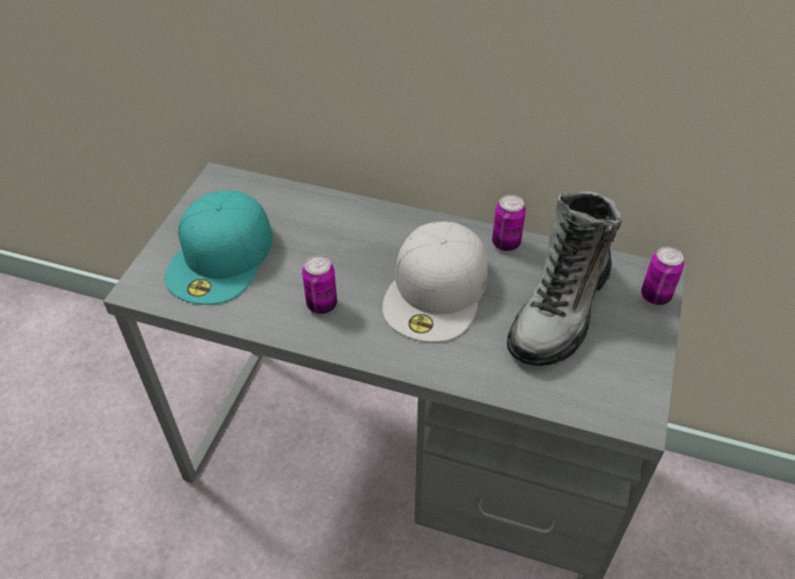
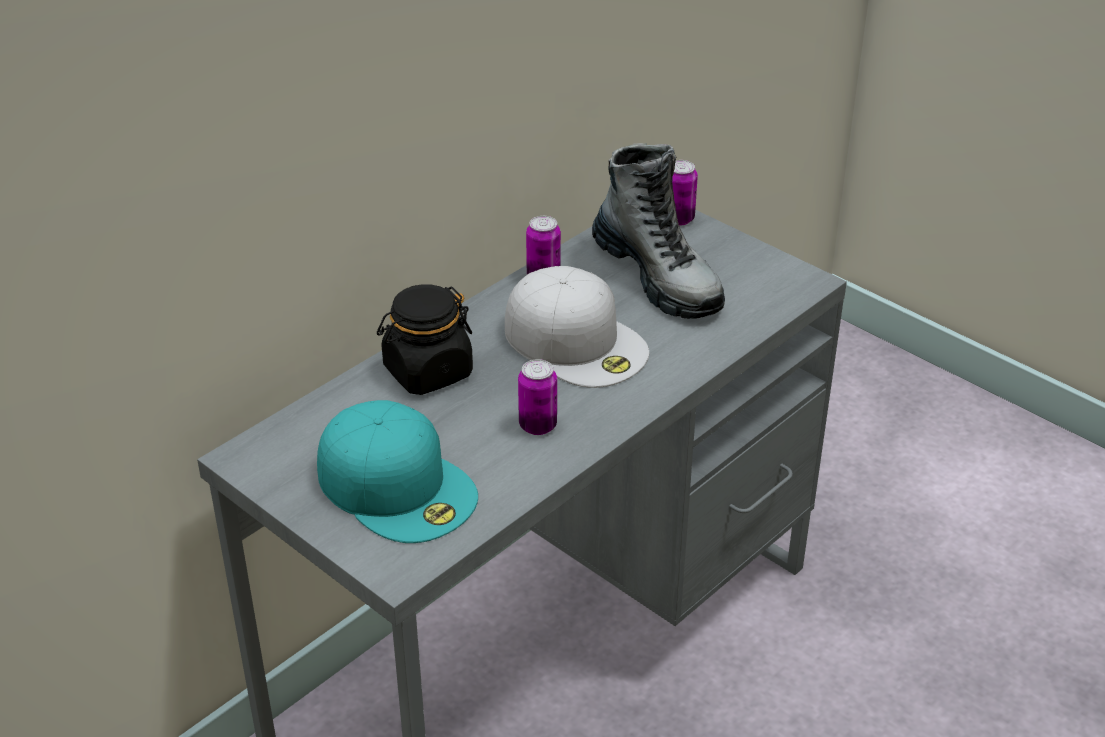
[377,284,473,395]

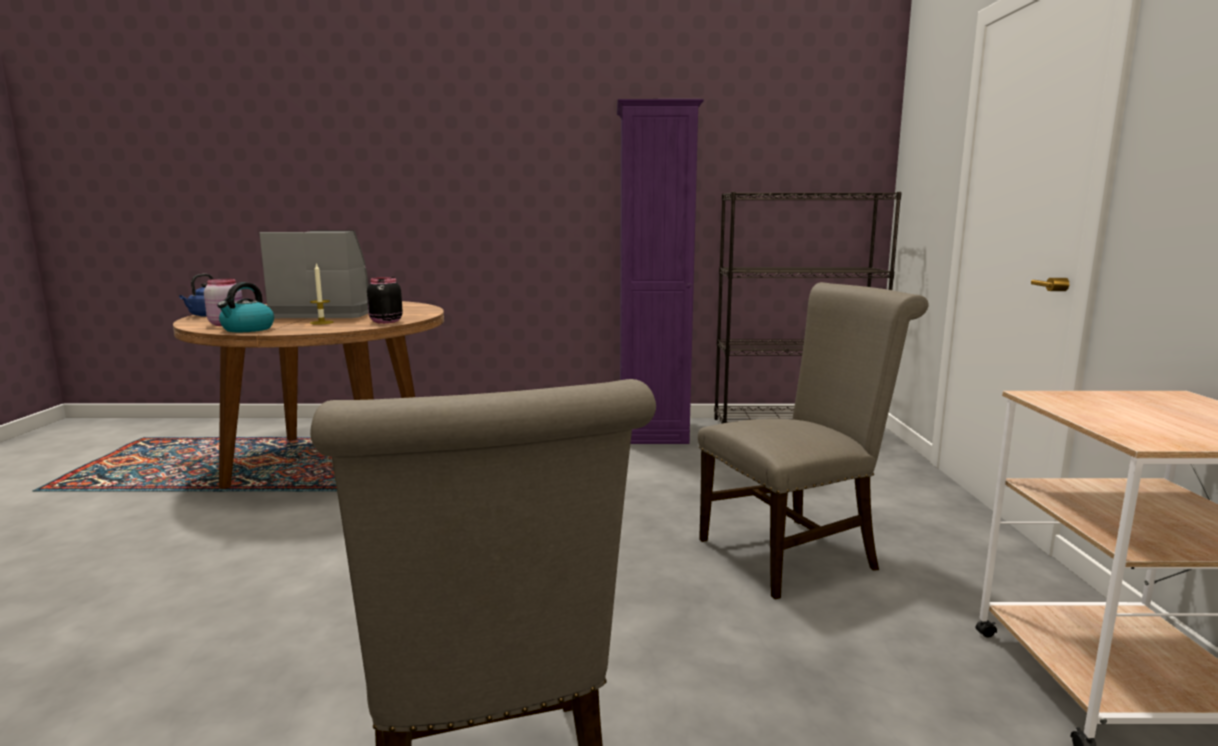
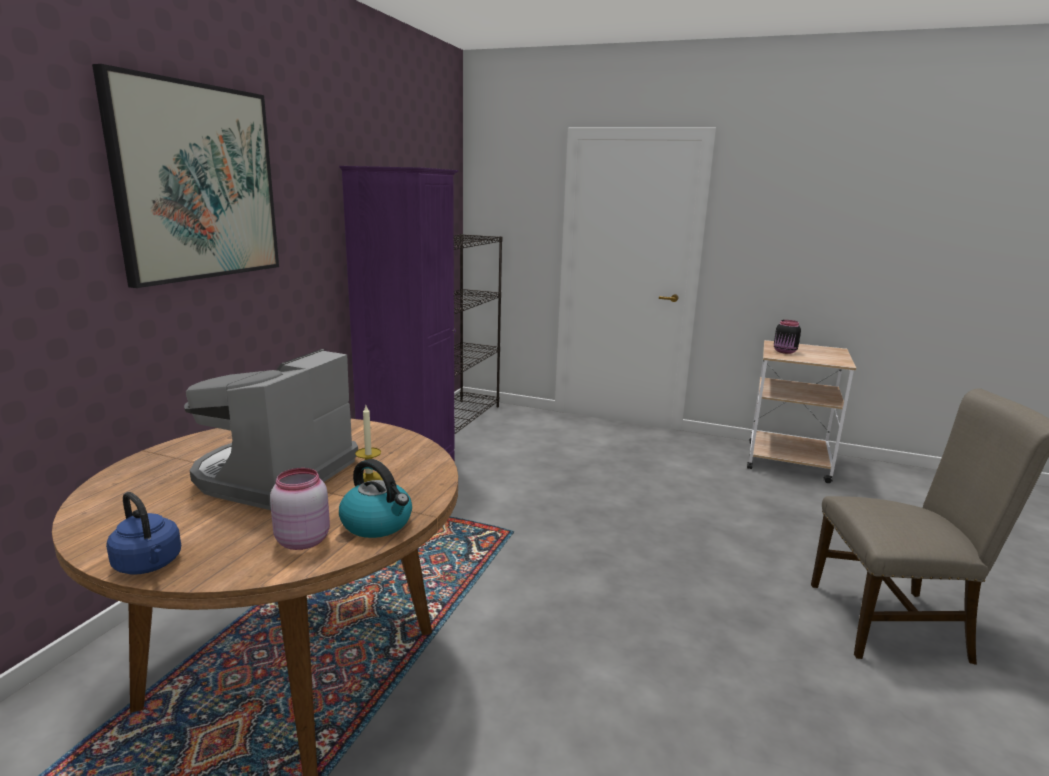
[698,282,929,600] (first image)
[92,64,279,288]
[774,320,801,354]

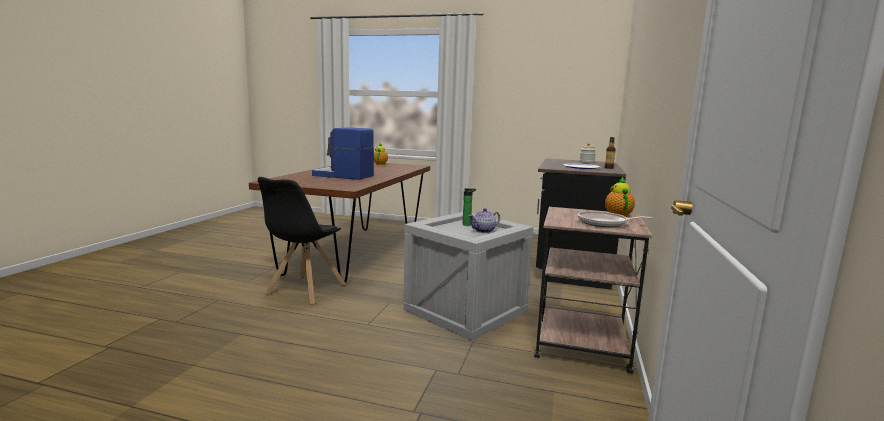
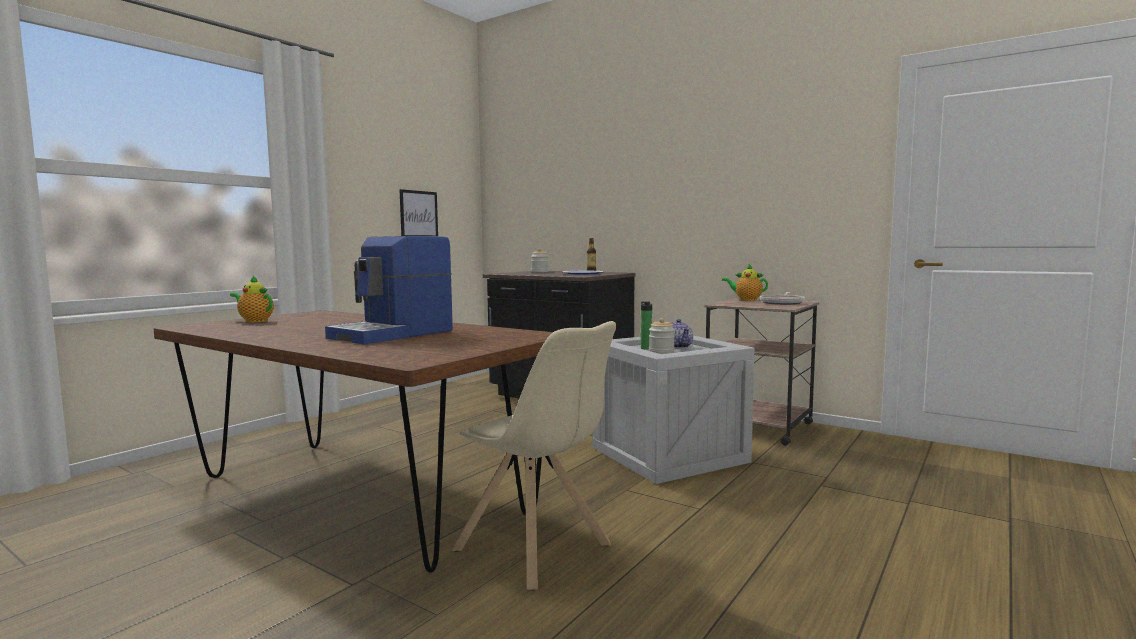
[399,189,438,236]
[649,318,675,354]
[452,321,616,590]

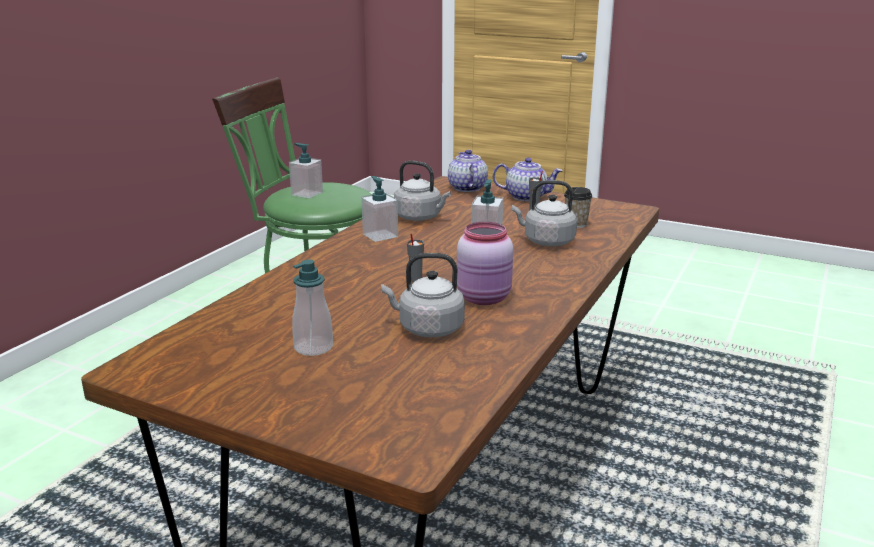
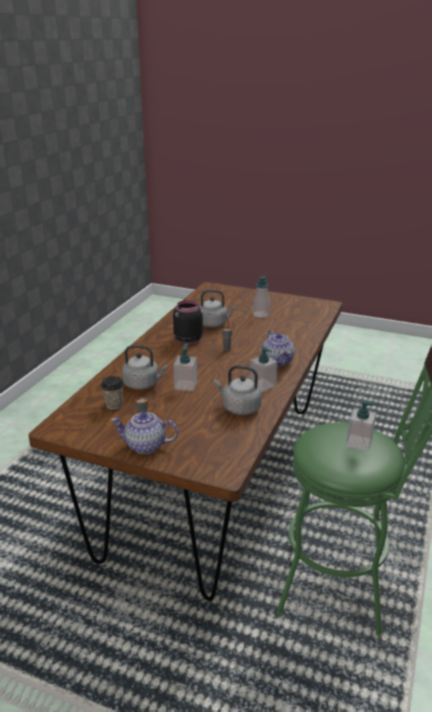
[262,330,295,366]
[173,300,203,344]

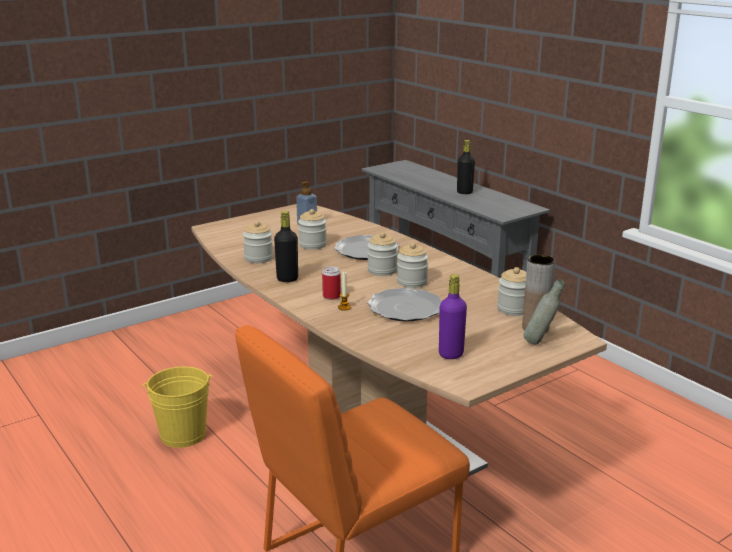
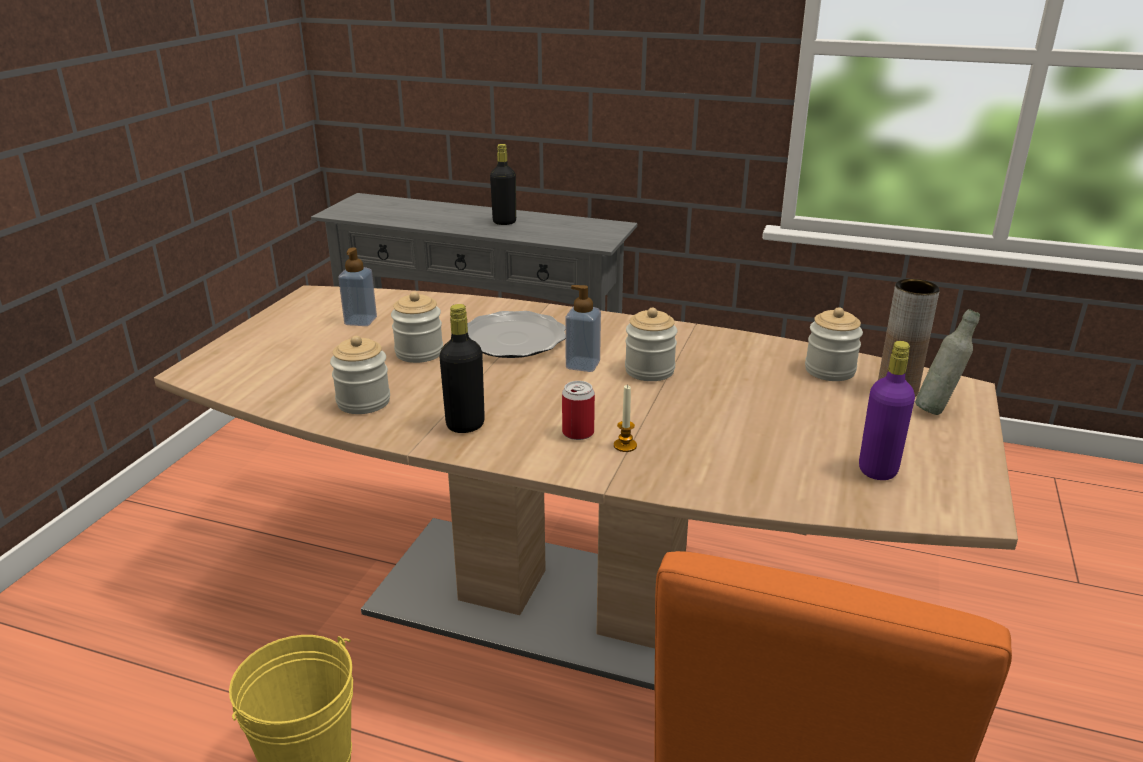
[367,288,442,321] (first image)
[565,285,601,372]

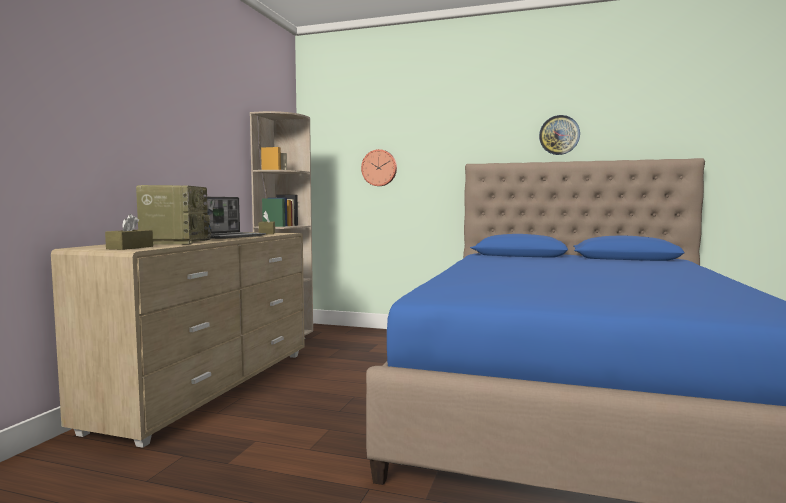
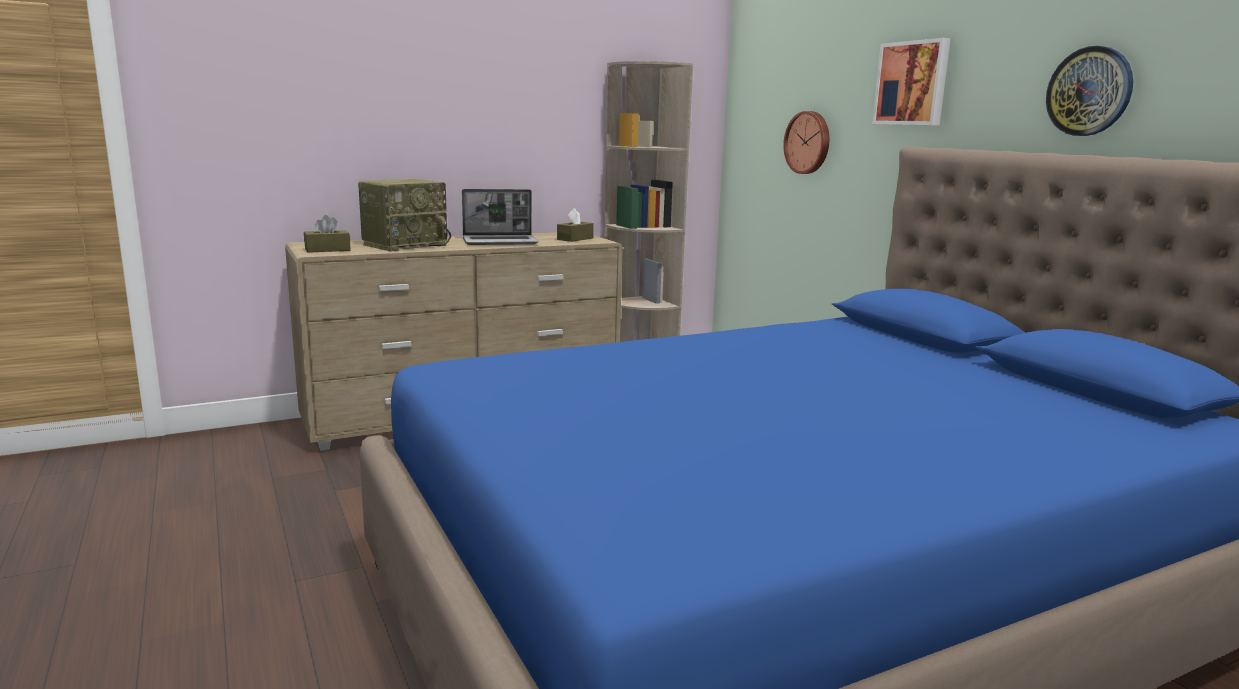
[872,38,951,125]

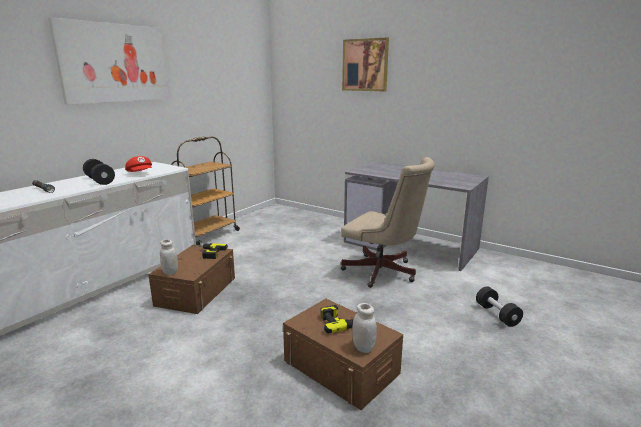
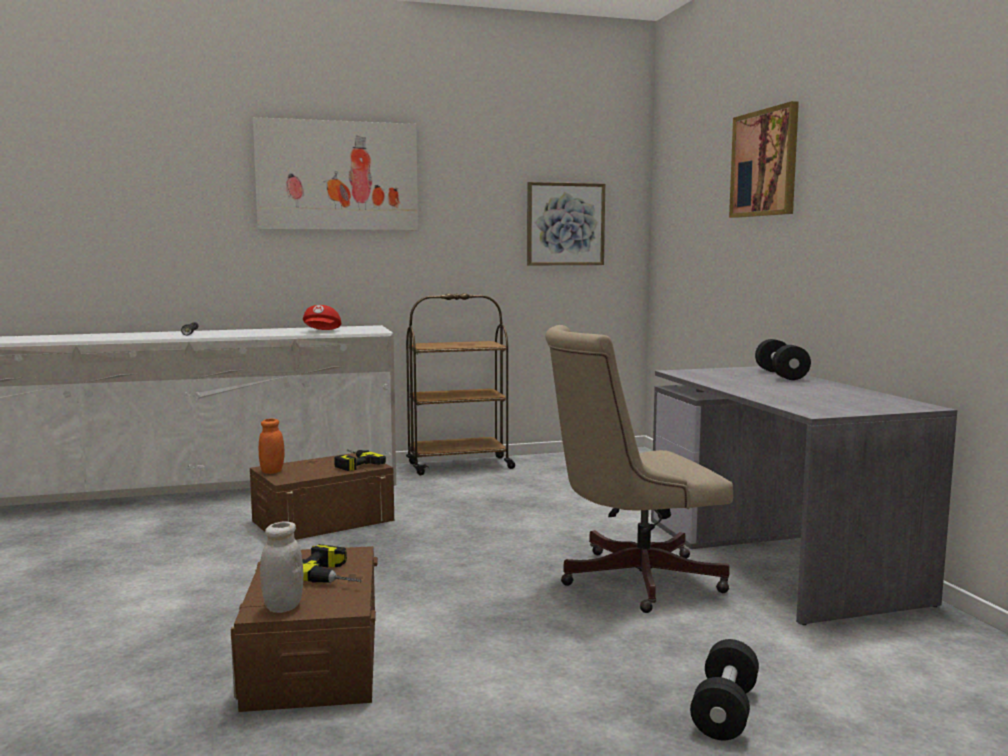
[527,182,605,265]
[755,339,811,380]
[259,419,285,474]
[545,325,733,613]

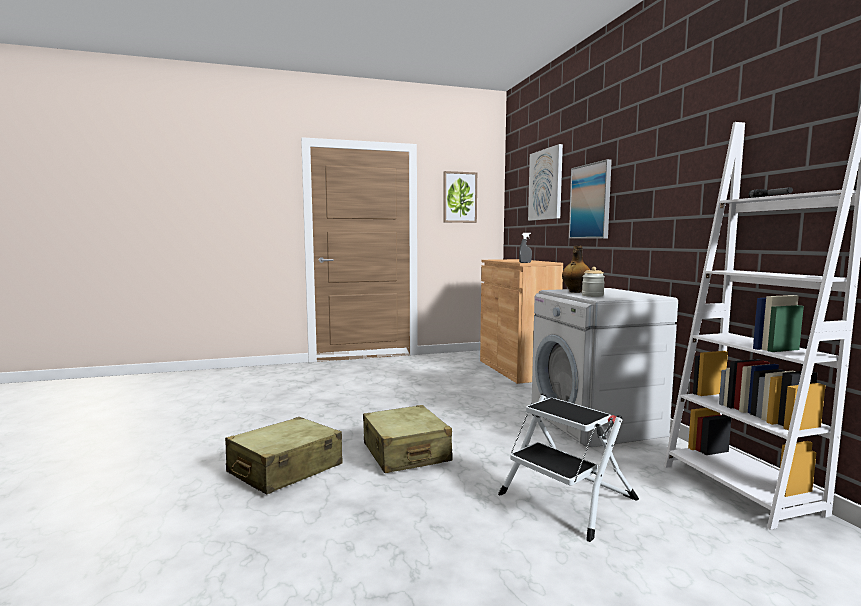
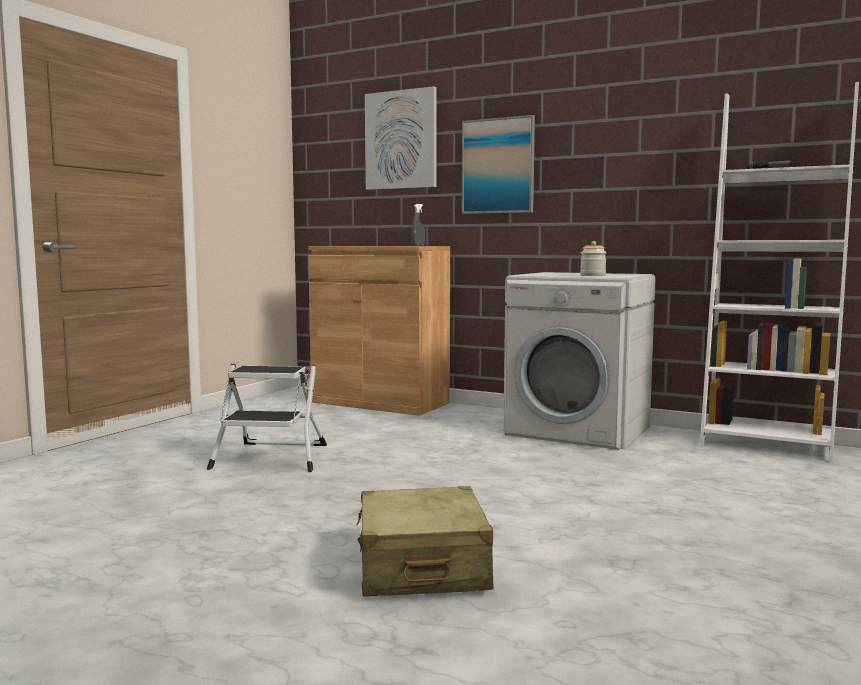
[363,405,453,473] (first image)
[443,171,477,223] (first image)
[562,246,590,293] (first image)
[207,364,327,472]

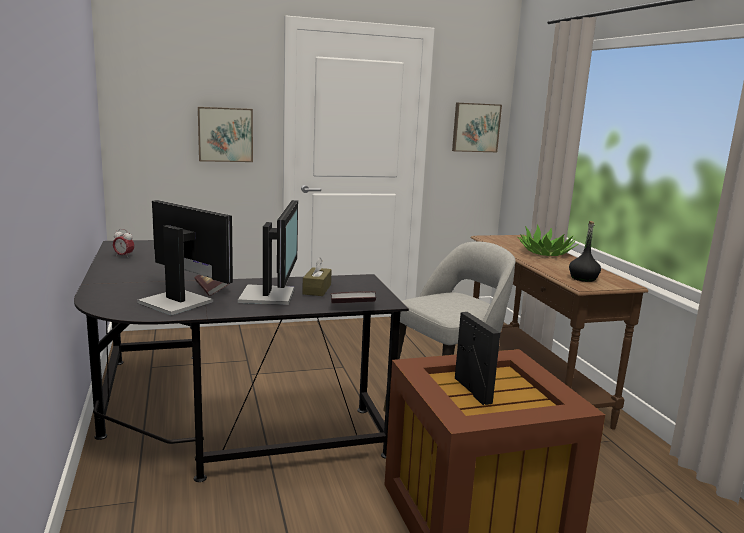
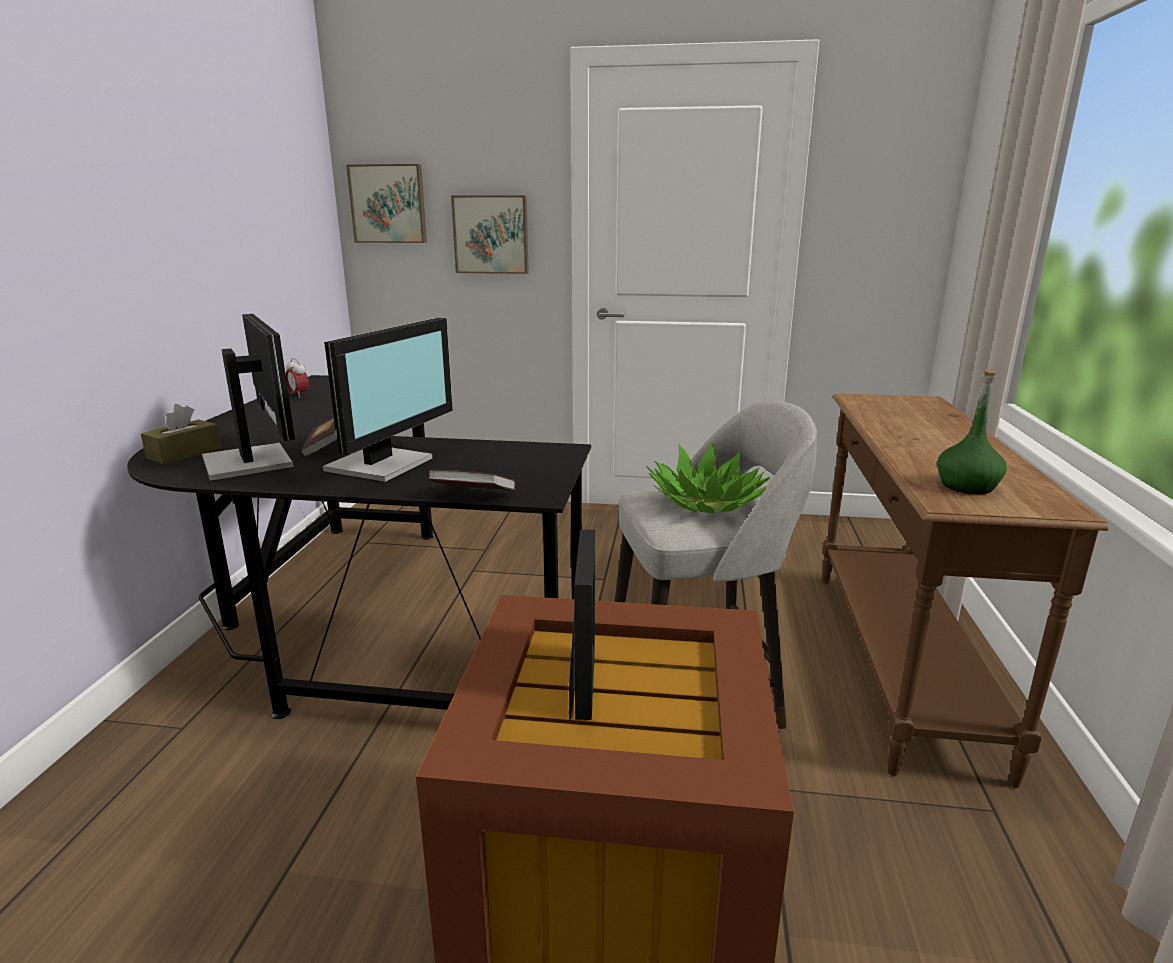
[141,404,221,464]
[346,164,427,243]
[647,441,770,513]
[937,369,1007,494]

